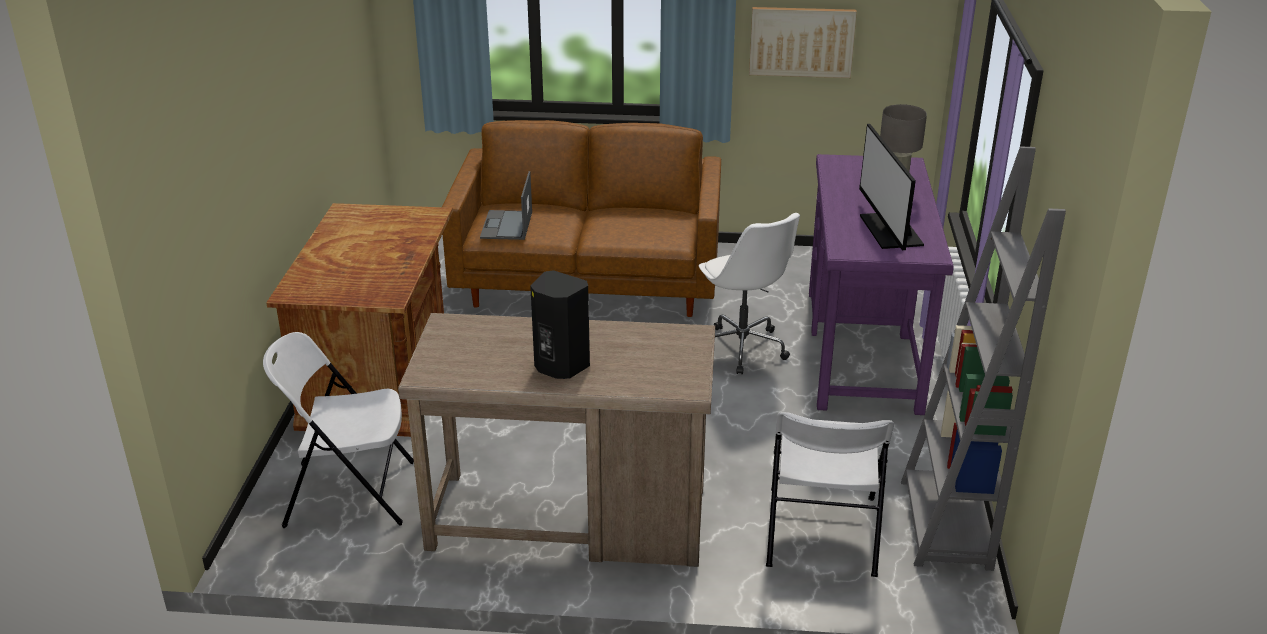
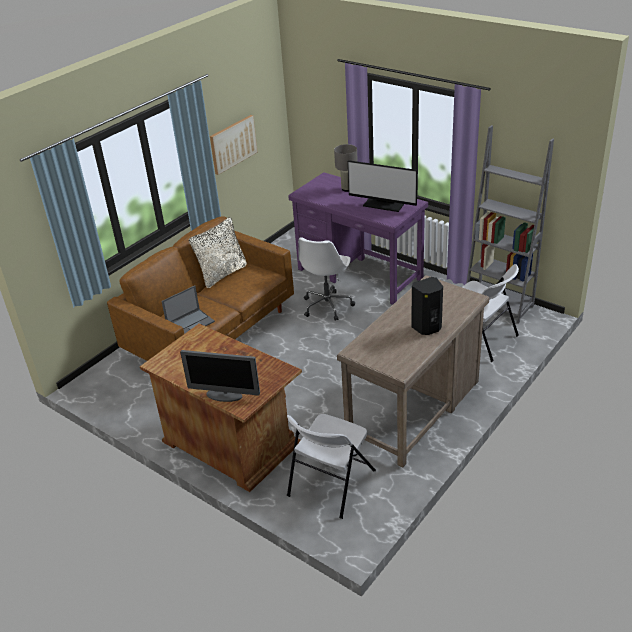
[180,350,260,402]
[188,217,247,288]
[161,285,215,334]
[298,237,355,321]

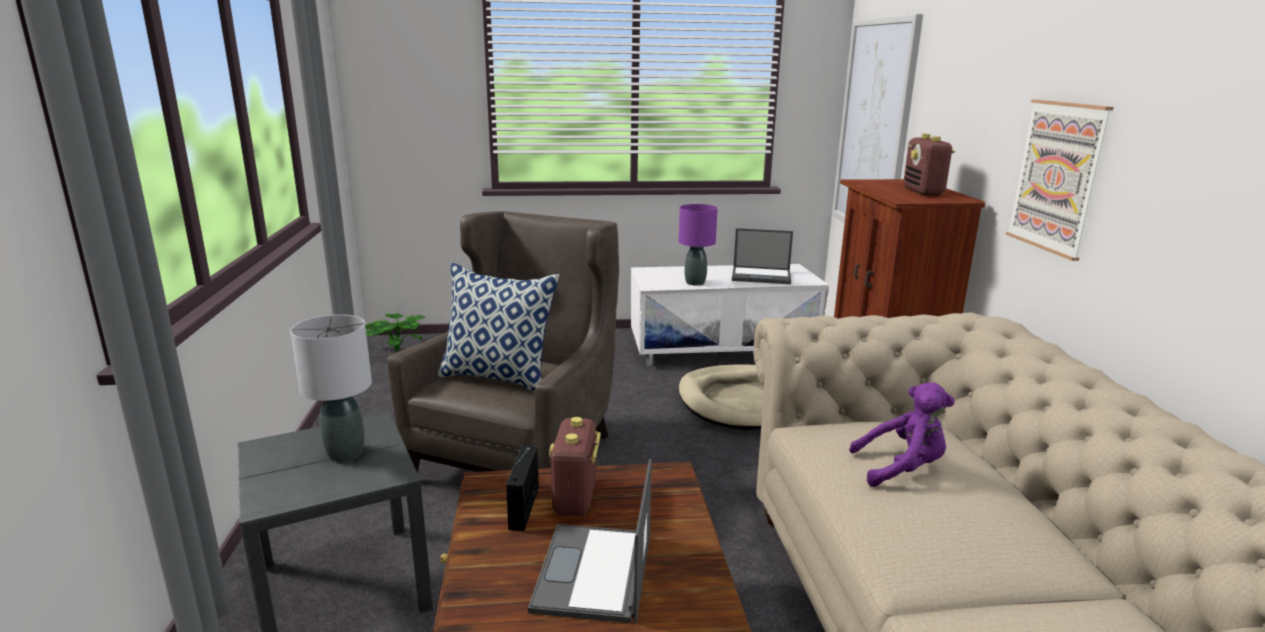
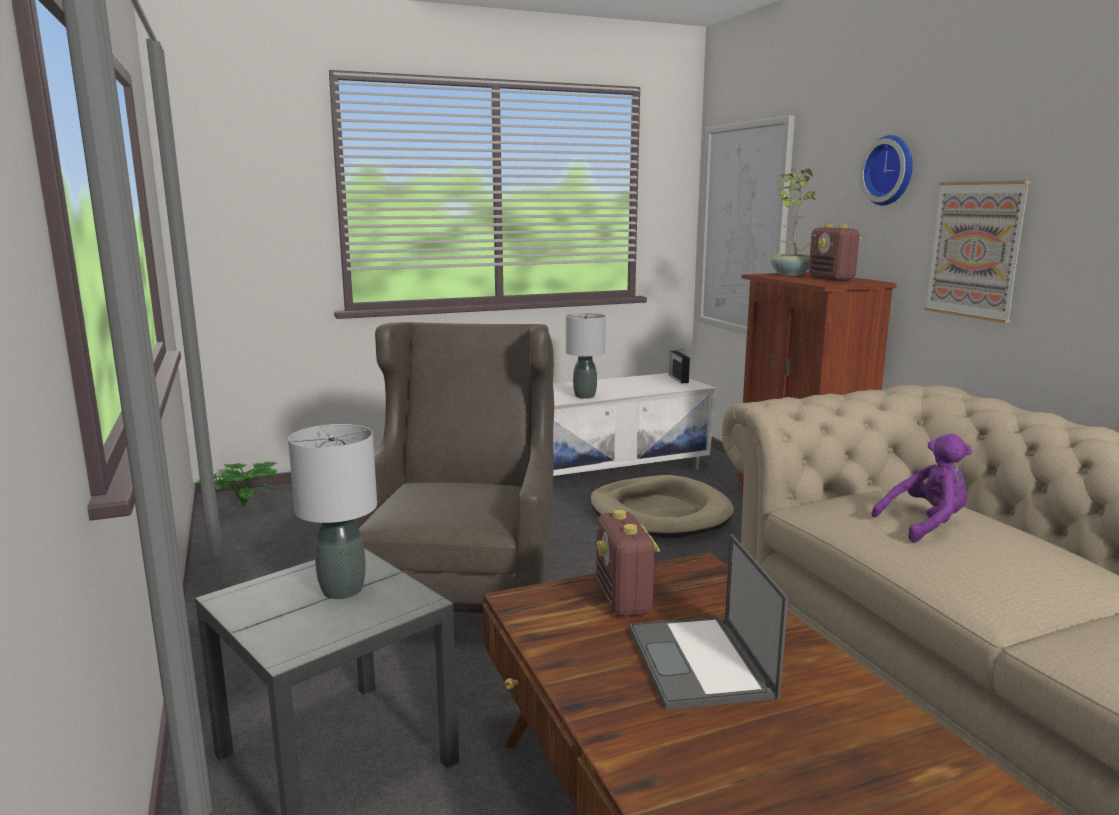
[437,263,560,392] (first image)
[732,228,793,284] (first image)
[771,169,818,276]
[859,135,913,205]
[669,349,690,383]
[566,313,606,399]

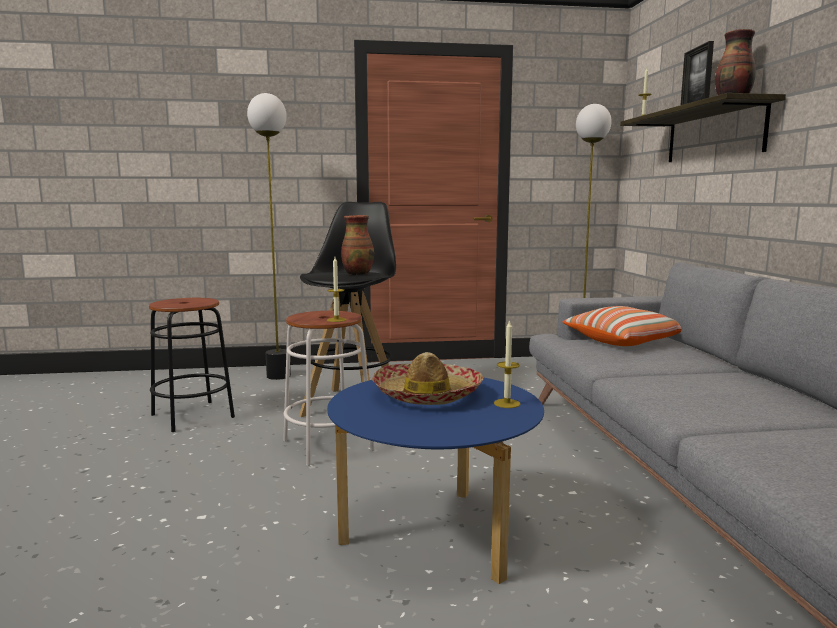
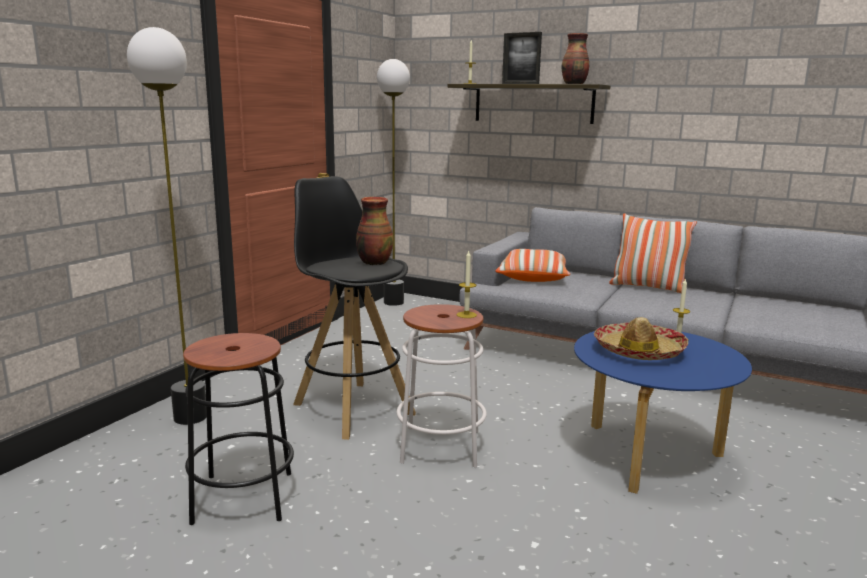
[609,213,697,293]

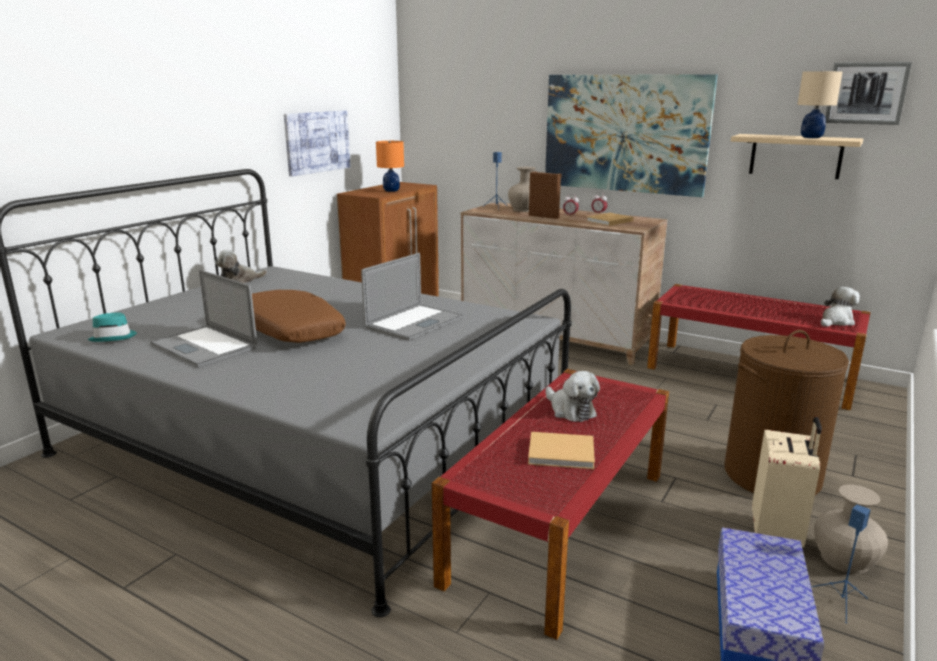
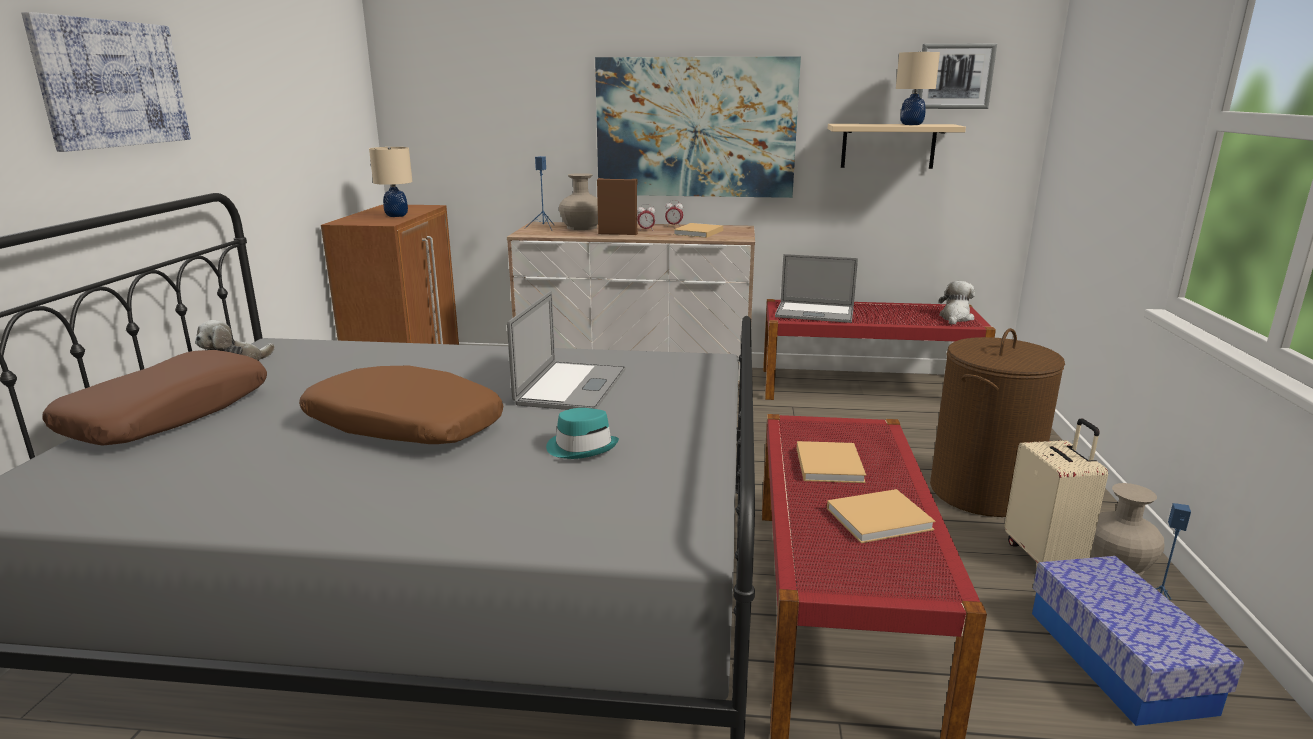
[42,350,267,446]
[546,408,619,459]
[775,254,858,323]
[21,12,191,152]
[797,441,866,483]
[369,147,412,217]

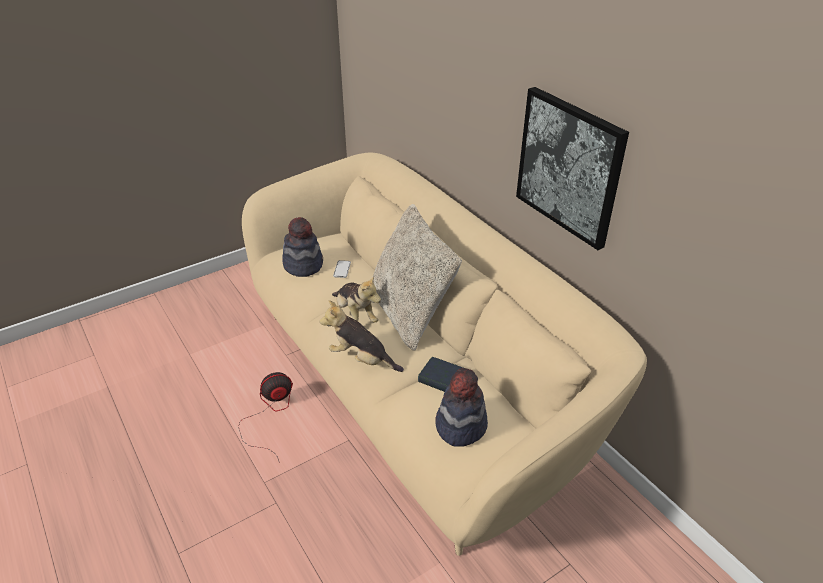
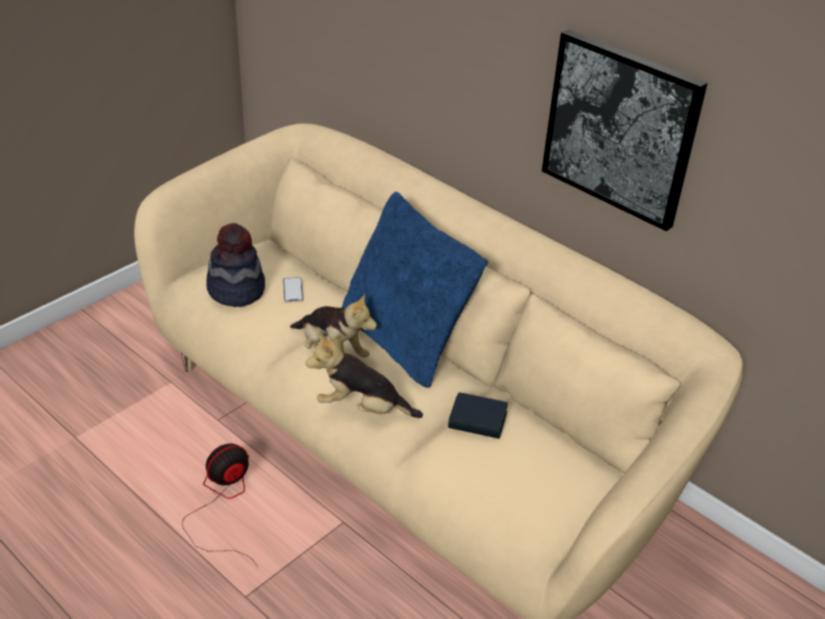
[435,368,488,447] (first image)
[342,191,488,388]

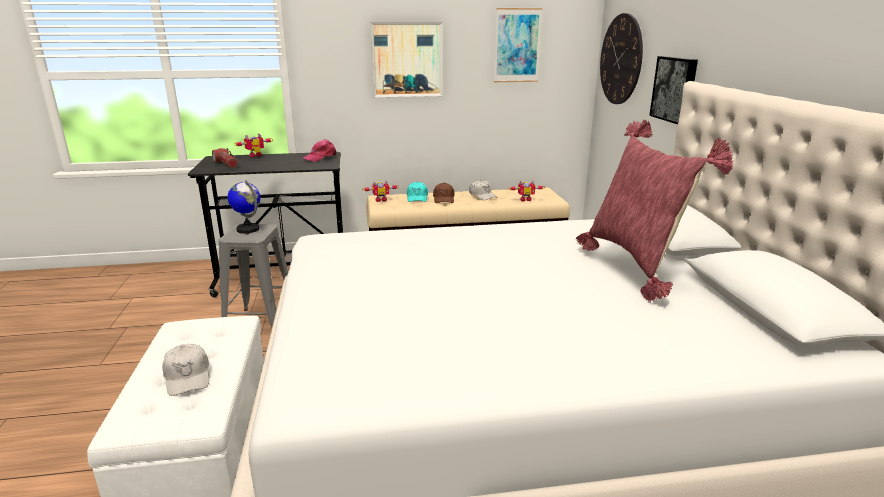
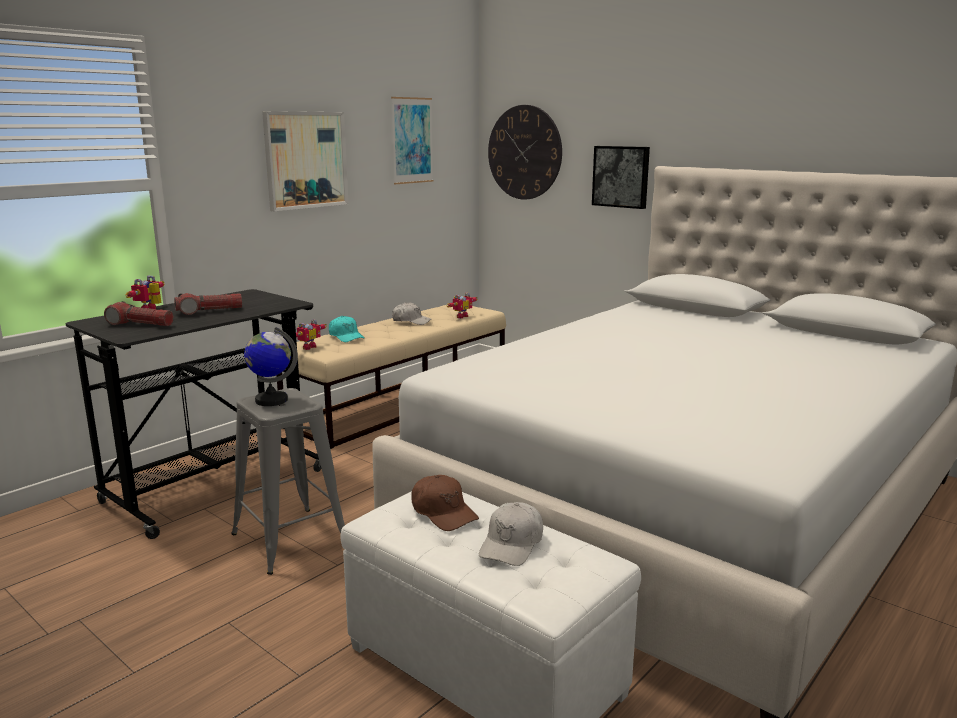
[302,139,337,162] (first image)
[576,120,733,303] (first image)
[174,293,242,315]
[411,475,479,531]
[479,502,543,566]

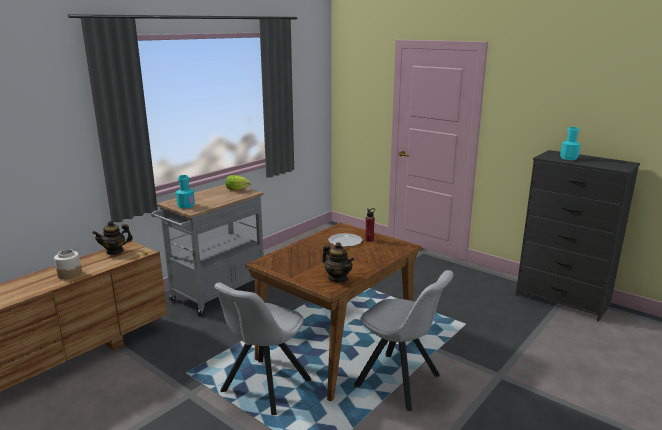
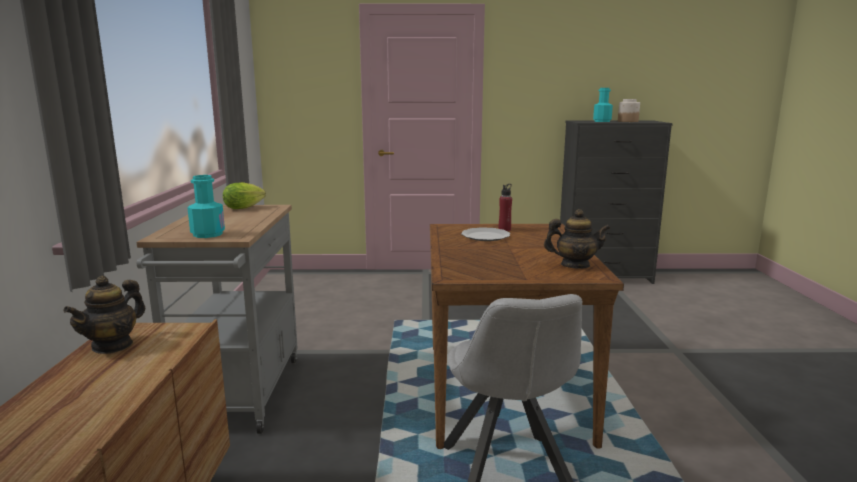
[354,270,453,411] (first image)
[618,99,640,122]

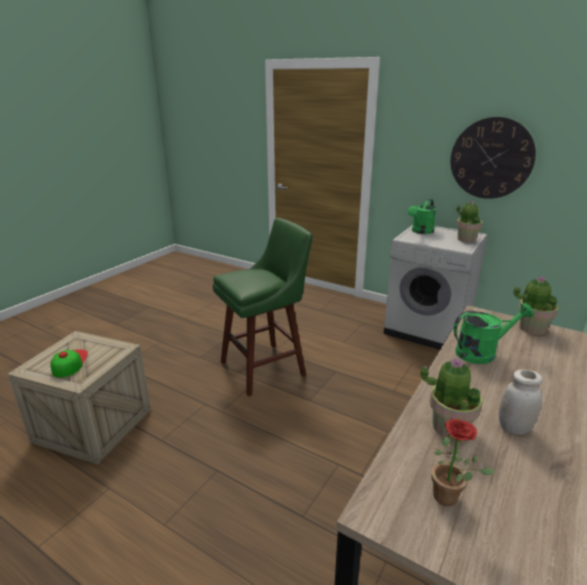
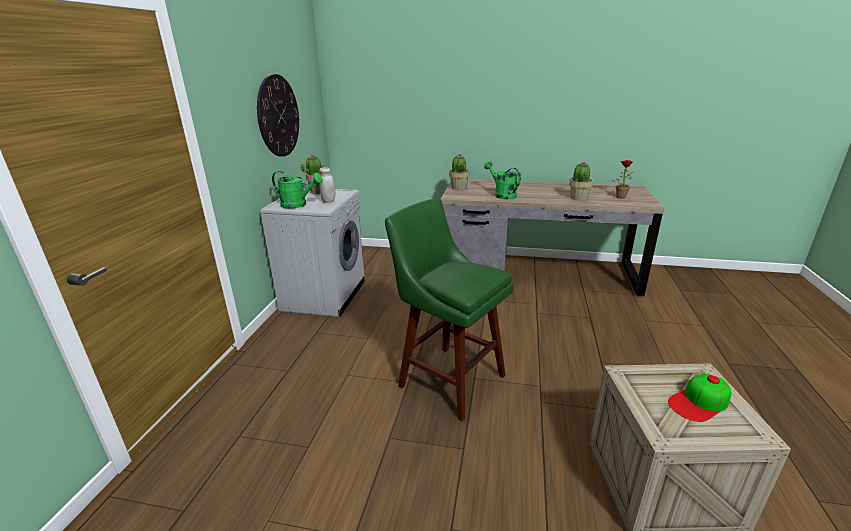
[319,167,335,203]

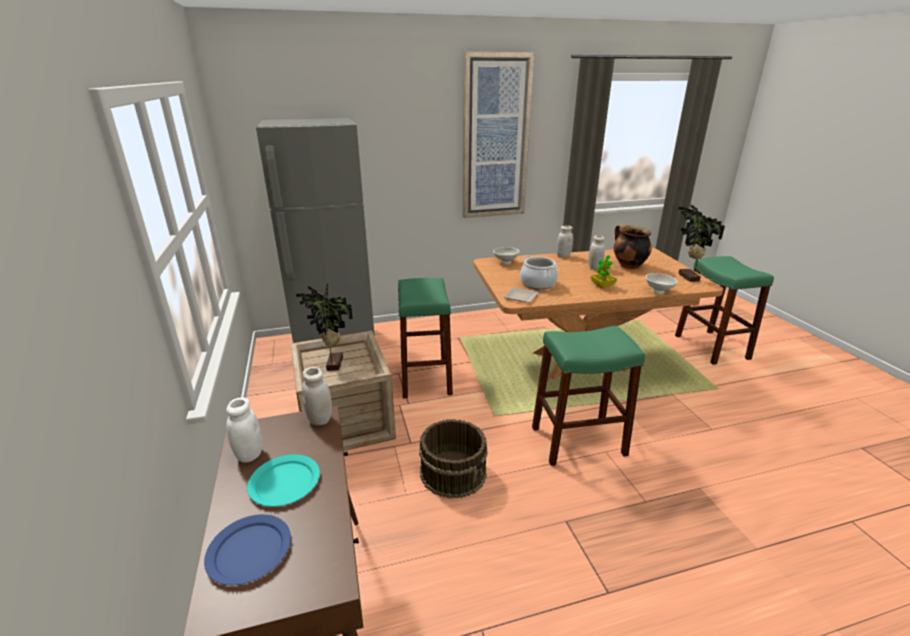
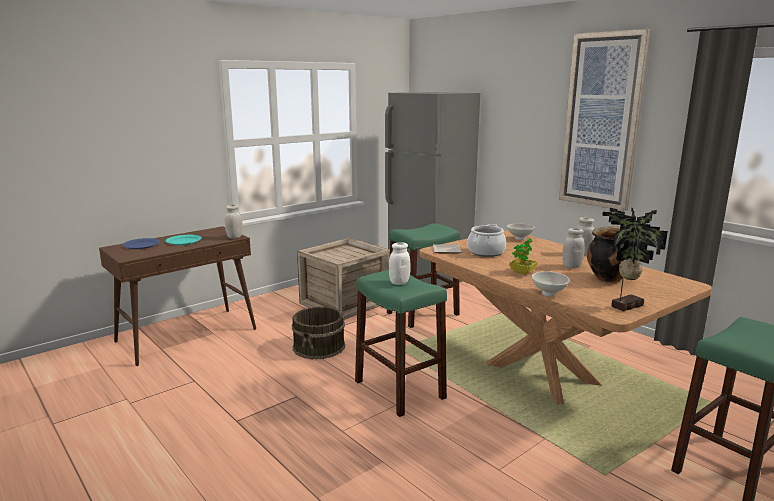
[296,284,353,371] (first image)
[389,242,411,285]

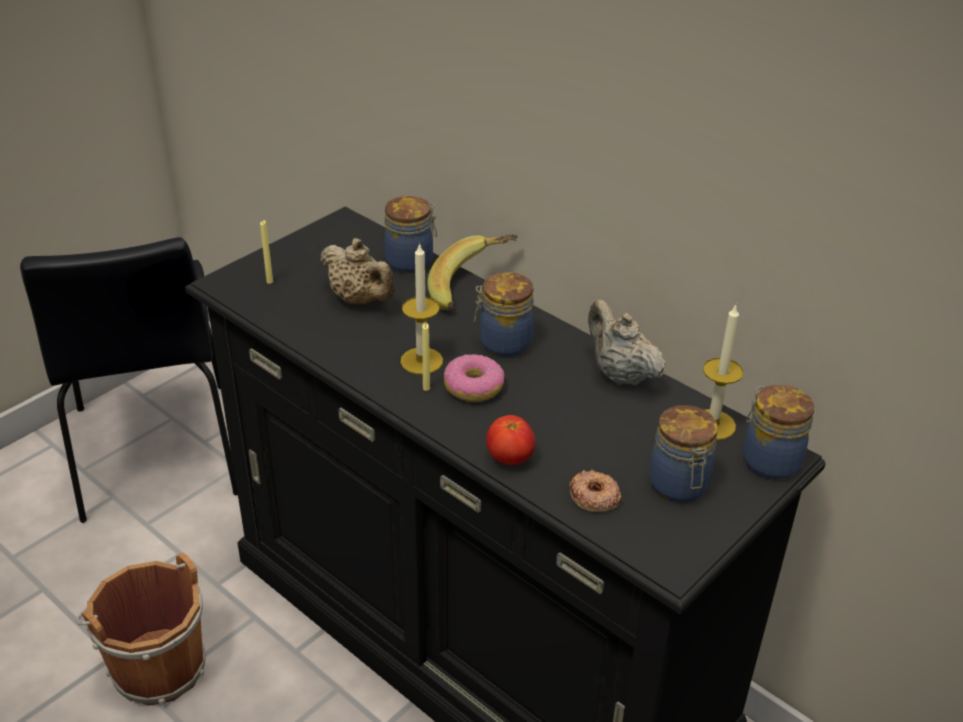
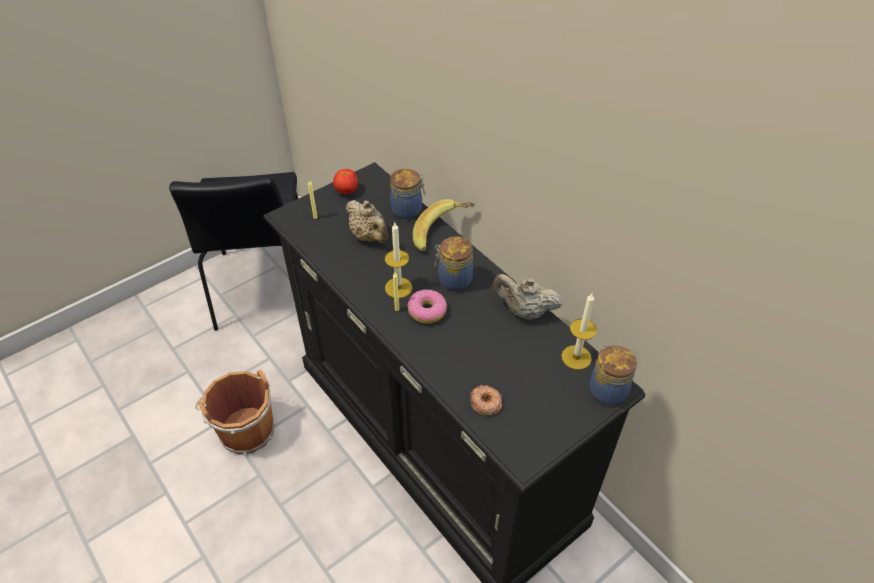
[649,405,718,503] (first image)
[333,169,358,194]
[492,274,563,320]

